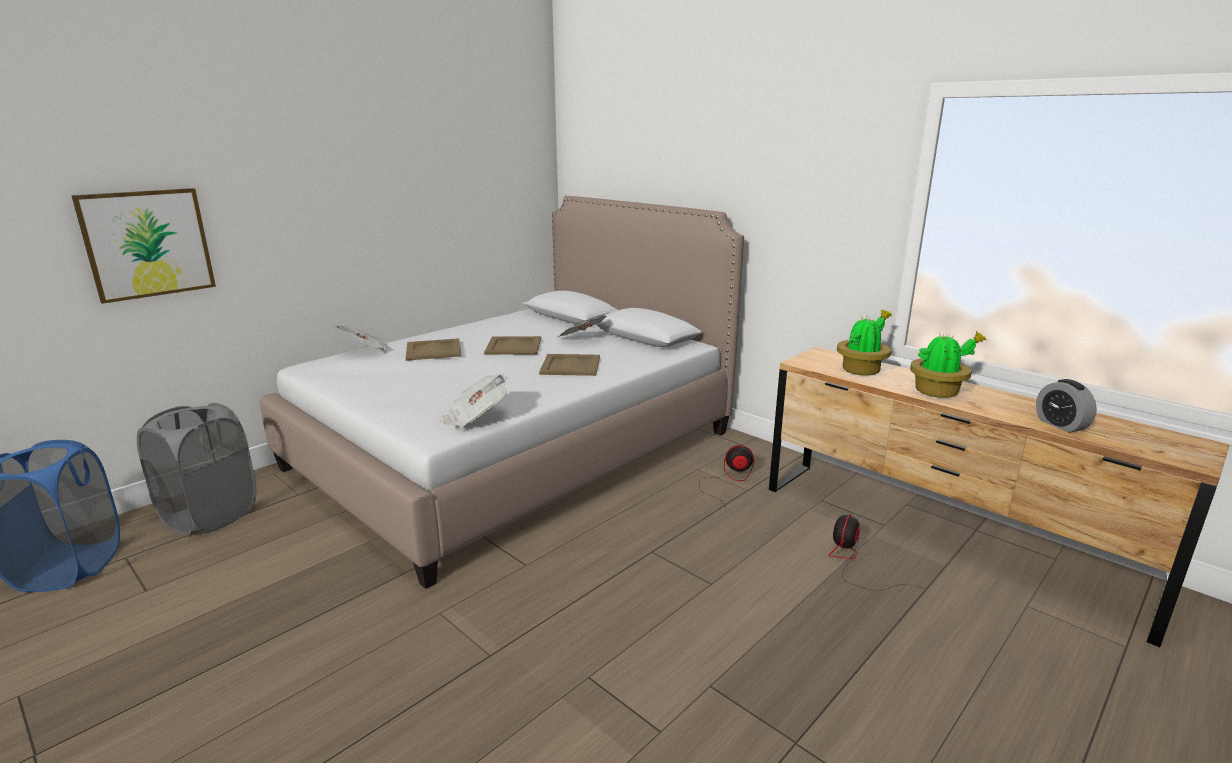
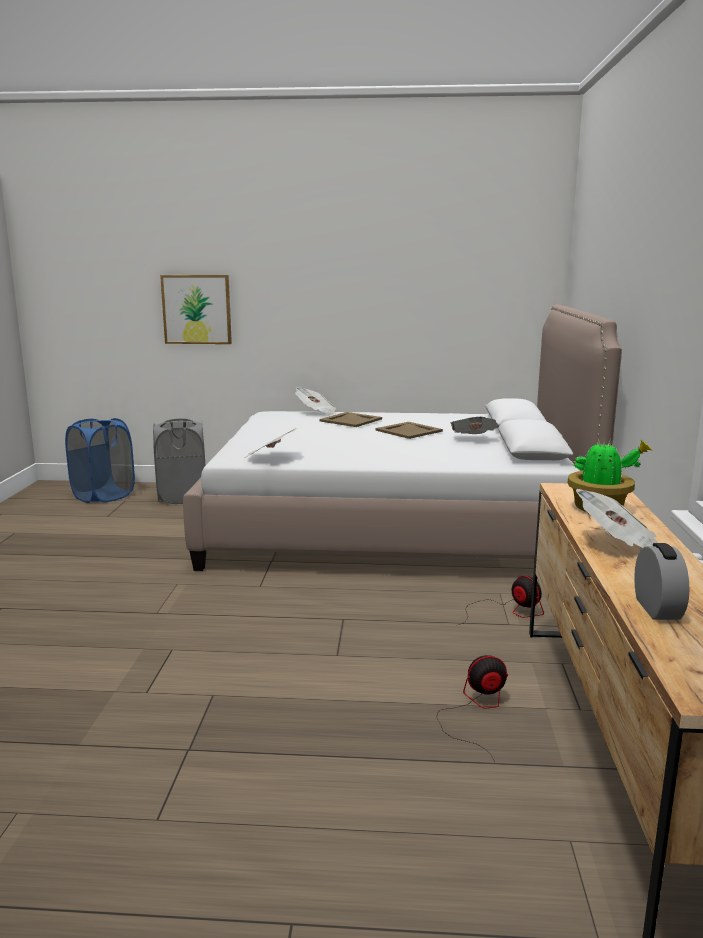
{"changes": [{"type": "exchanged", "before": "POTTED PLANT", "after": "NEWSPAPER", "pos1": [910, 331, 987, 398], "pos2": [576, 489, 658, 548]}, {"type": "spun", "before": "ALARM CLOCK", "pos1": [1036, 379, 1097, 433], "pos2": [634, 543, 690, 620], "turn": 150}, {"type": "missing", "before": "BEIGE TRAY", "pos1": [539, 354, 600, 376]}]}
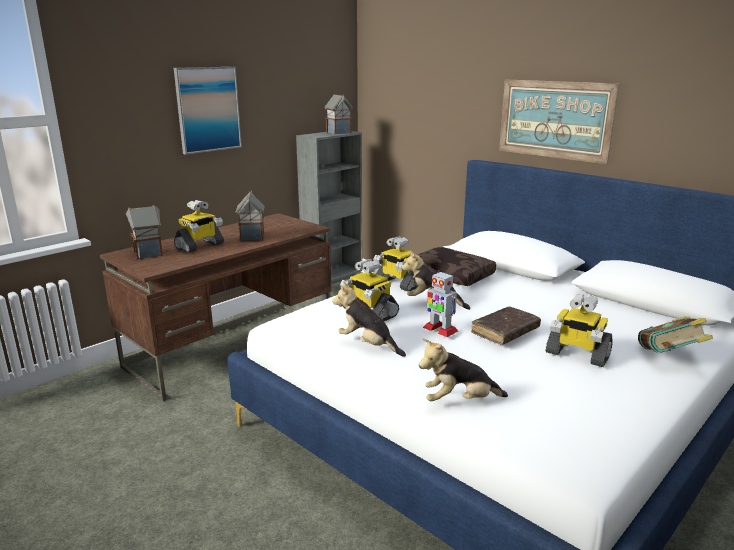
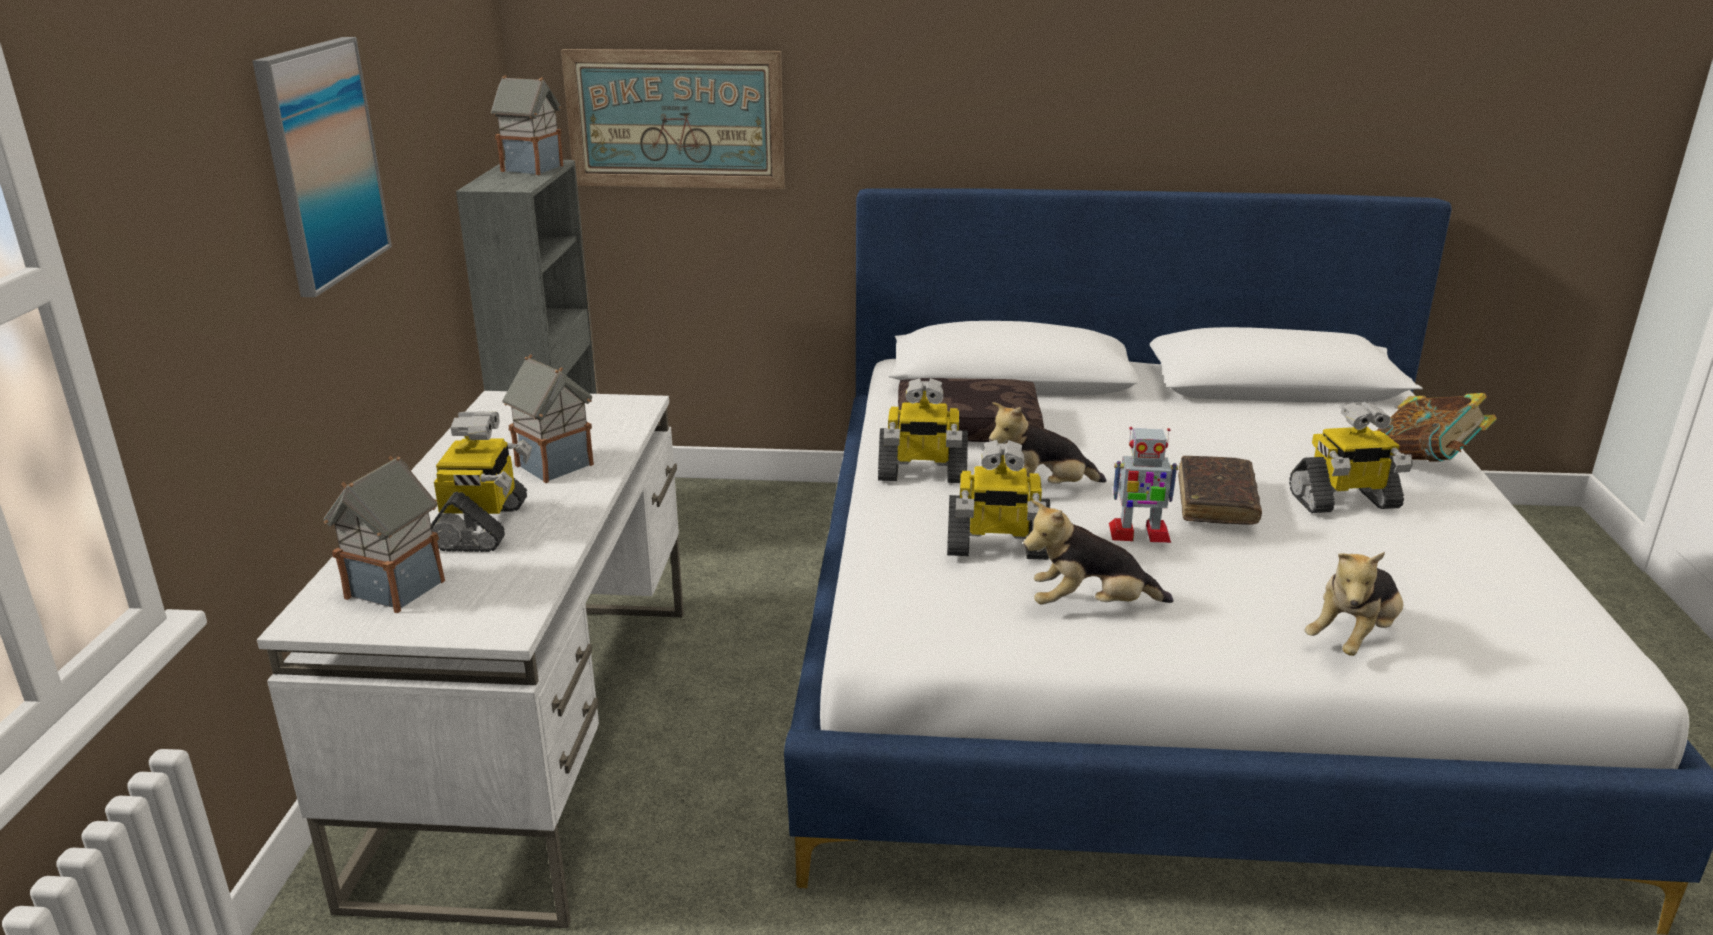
{"changes": [{"type": "colour", "before": "BROWN DESK", "after": "WHITE DESK", "pos1": [100, 213, 331, 401], "pos2": [257, 391, 684, 928]}, {"type": "relocated", "before": "PICTURE", "pos1": [499, 80, 620, 164], "pos2": [561, 49, 785, 189]}]}
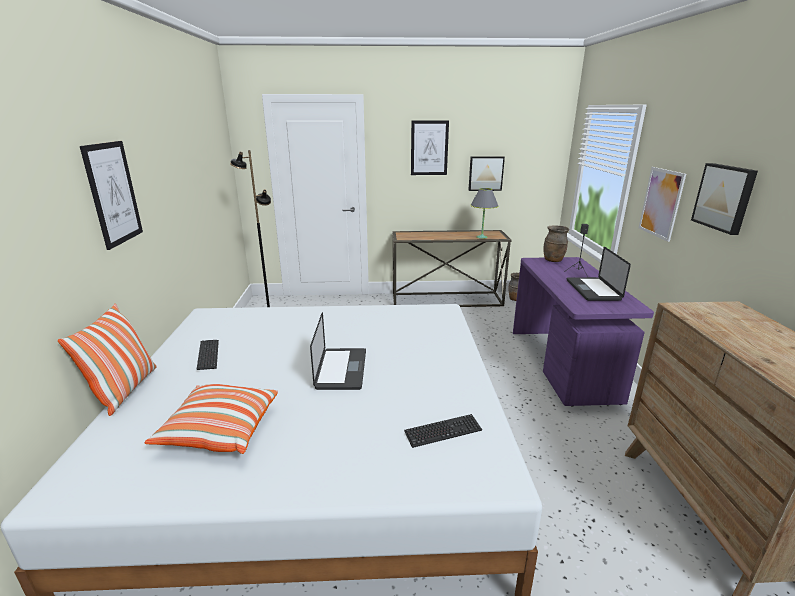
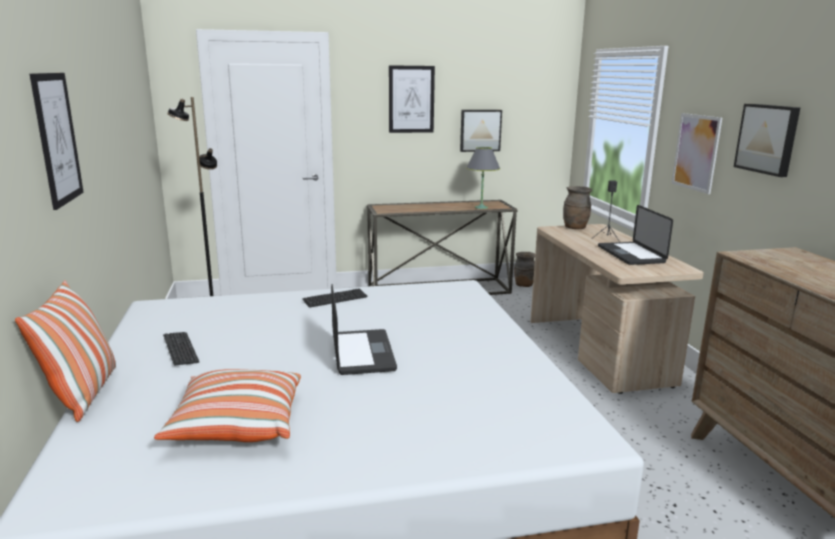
{"changes": [{"type": "relocated", "before": "KEYBOARD", "pos1": [404, 414, 482, 448], "pos2": [302, 288, 367, 308]}, {"type": "colour", "before": "PURPLE DESK", "after": "BEIGE DESK", "pos1": [513, 257, 654, 407], "pos2": [530, 224, 704, 394]}]}
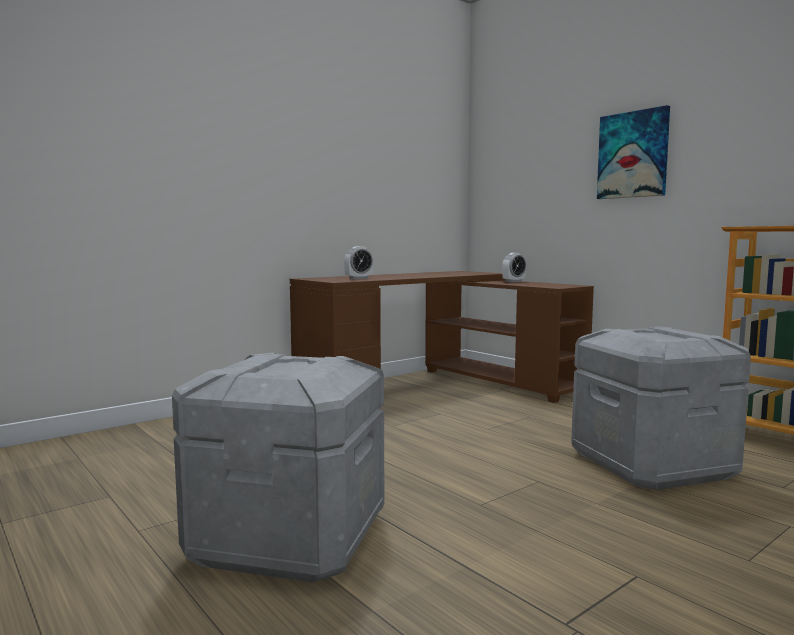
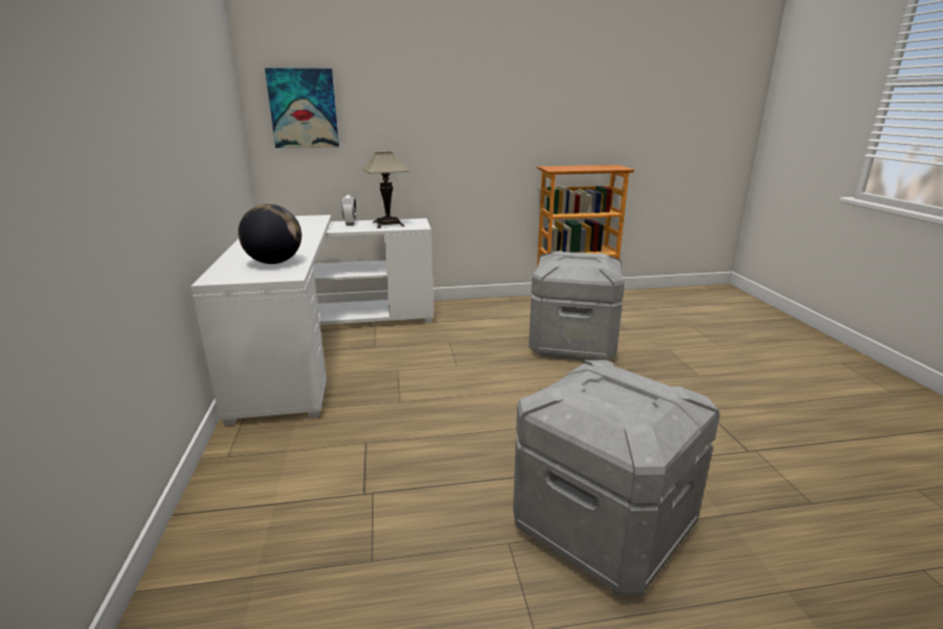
{"changes": [{"type": "colour", "before": "BROWN DESK", "after": "WHITE DESK", "pos1": [290, 271, 594, 403], "pos2": [191, 215, 434, 426]}, {"type": "exchanged", "before": "ALARM CLOCK", "after": "GLOBE", "pos1": [344, 246, 374, 279], "pos2": [238, 204, 302, 264]}, {"type": "relocated", "before": "PICTURE", "pos1": [597, 105, 670, 199], "pos2": [265, 68, 339, 148]}, {"type": "appeared", "after": "TABLE LAMP", "pos2": [362, 152, 409, 228]}]}
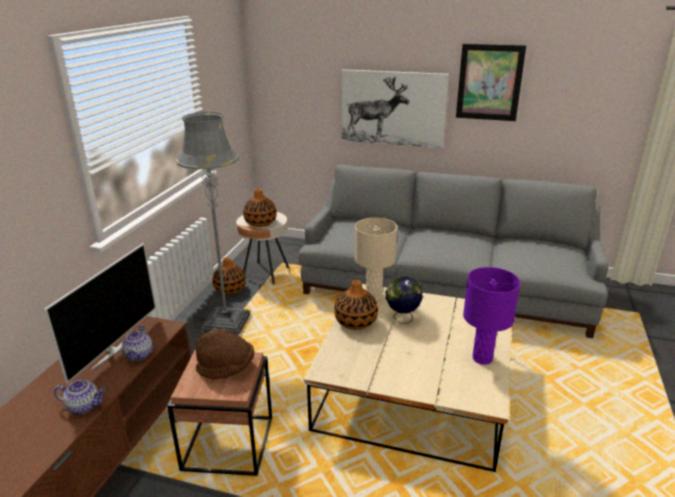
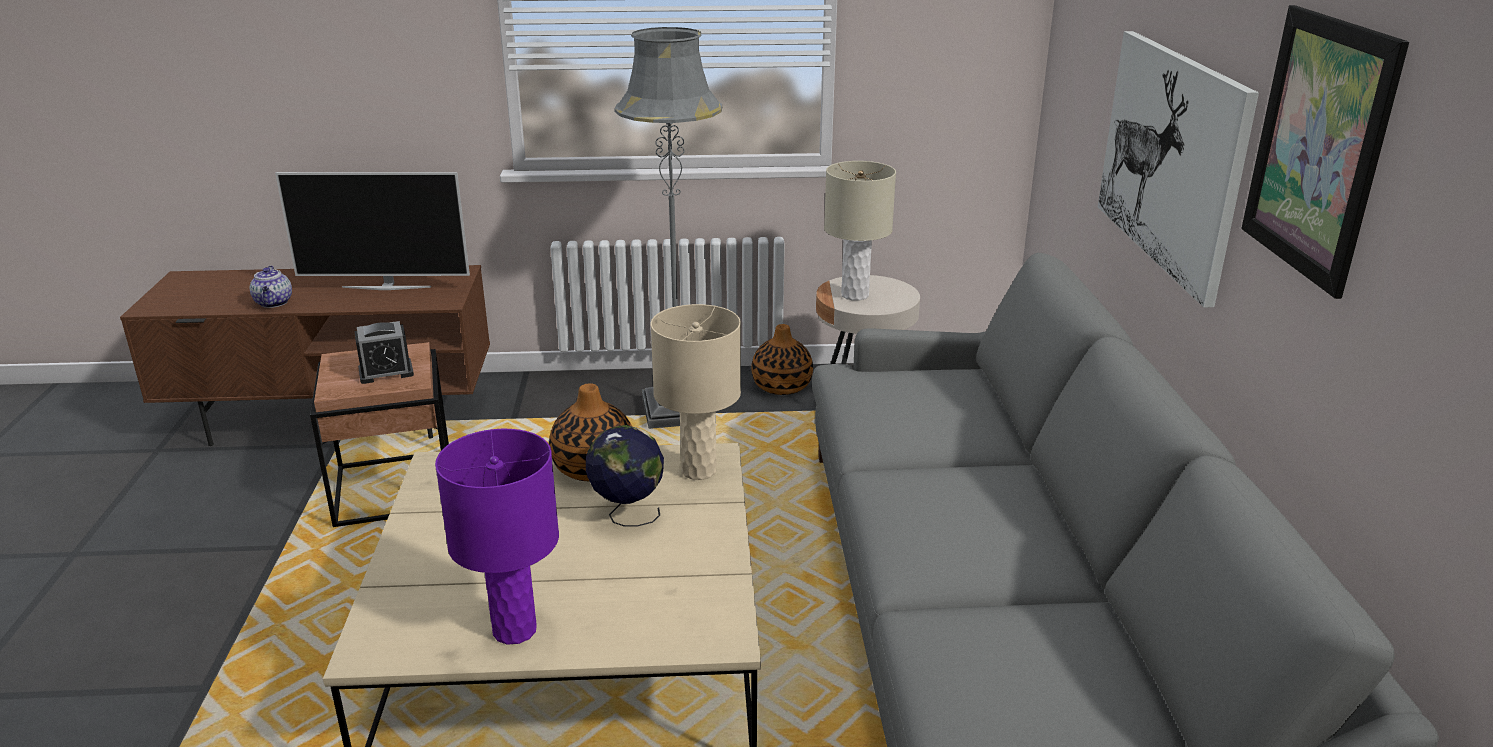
{"changes": [{"type": "exchanged", "before": "BROWN HAT", "after": "ALARM CLOCK", "pos1": [196, 329, 254, 379], "pos2": [354, 321, 414, 384]}, {"type": "exchanged", "before": "VASE", "after": "BEIGE TABLE LAMP", "pos1": [243, 189, 277, 227], "pos2": [824, 161, 896, 301]}, {"type": "missing", "before": "TEAPOT", "pos1": [122, 326, 153, 361]}]}
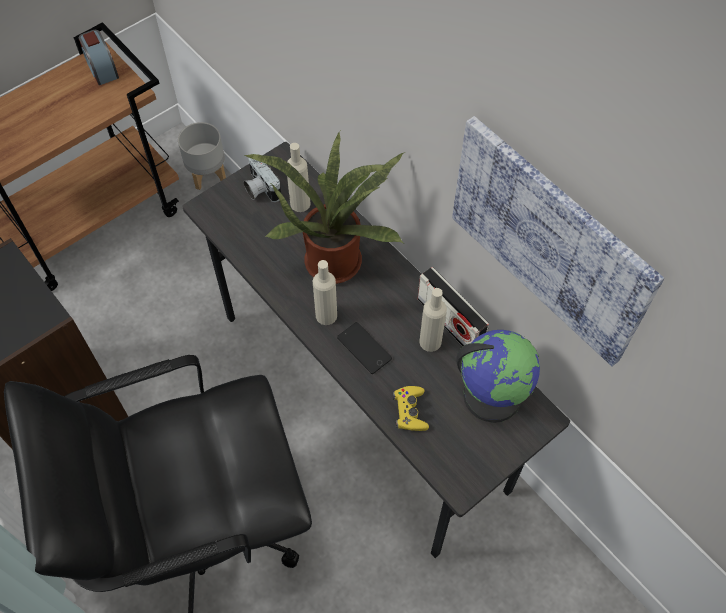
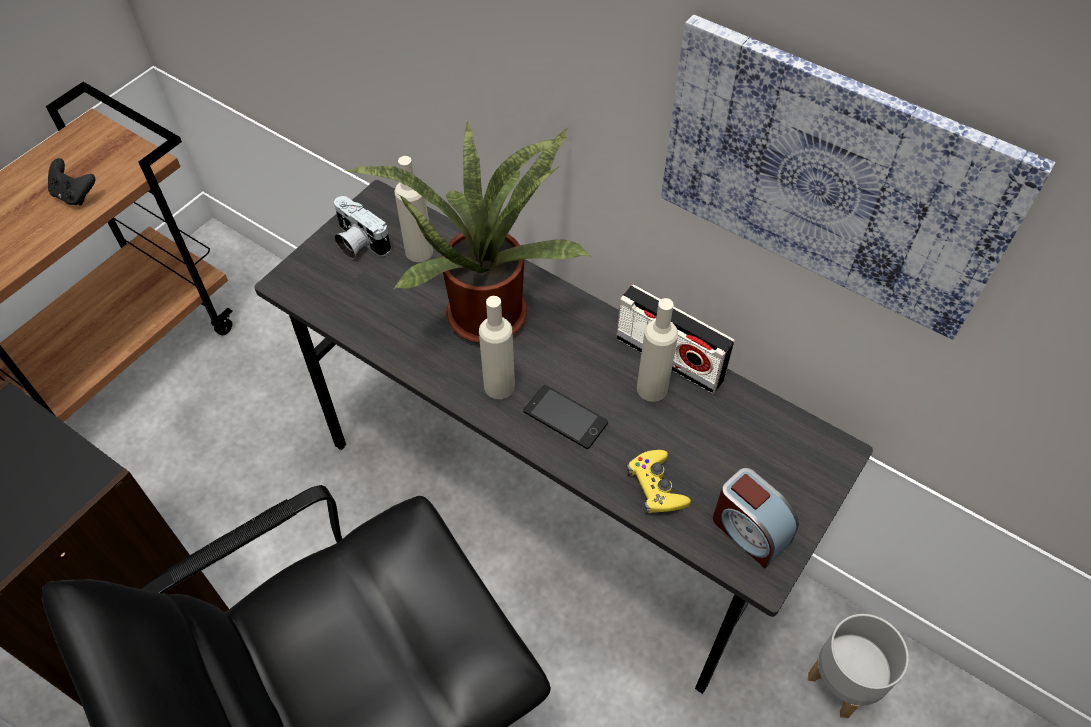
{"changes": [{"type": "appeared", "after": "BLACK GAME CONTROLLER", "pos2": [48, 158, 95, 206]}, {"type": "relocated", "before": "ALARM CLOCK", "pos1": [79, 30, 119, 85], "pos2": [713, 468, 799, 568]}, {"type": "relocated", "before": "GREY PLANTER", "pos1": [178, 122, 226, 190], "pos2": [808, 614, 909, 718]}, {"type": "missing", "before": "GLOBE", "pos1": [456, 330, 540, 423]}]}
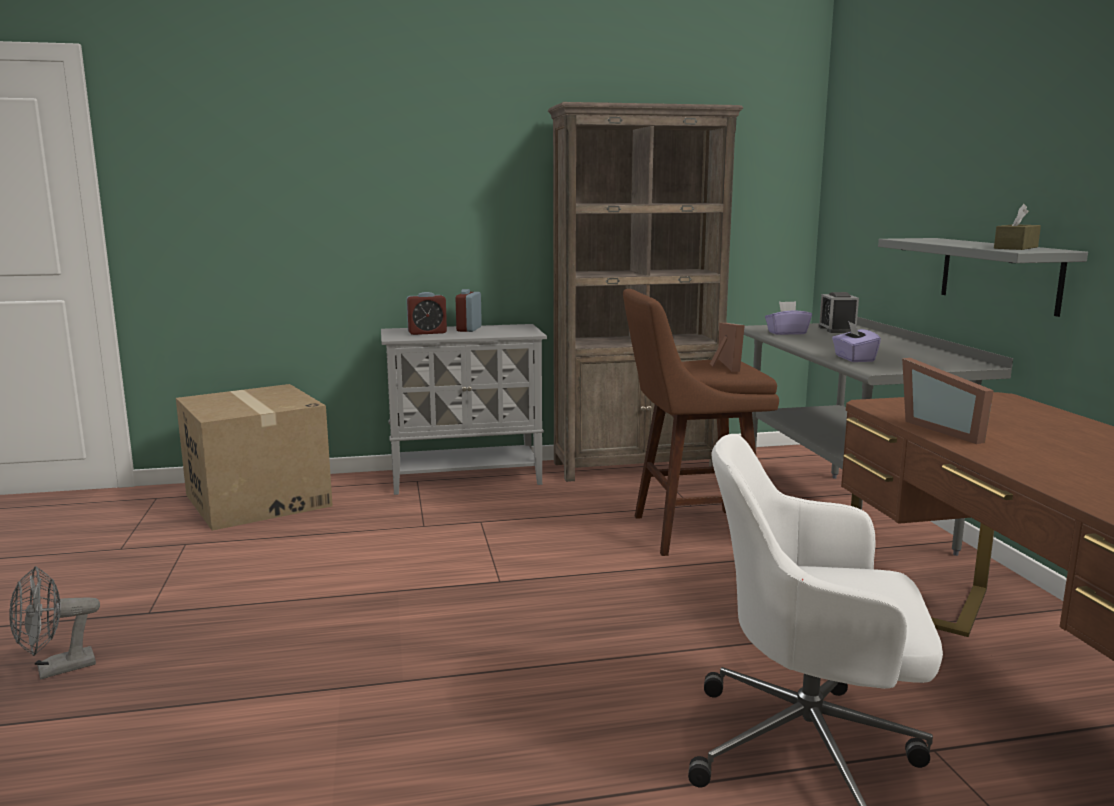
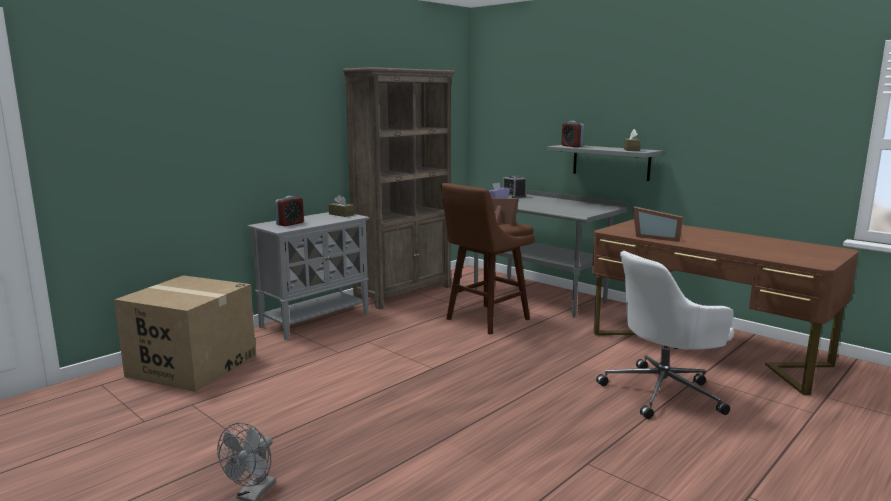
{"changes": [{"type": "appeared", "after": "BROWN TISSUE BOX", "pos2": [329, 195, 354, 217]}, {"type": "relocated", "before": "ALARM CLOCK", "pos1": [456, 289, 482, 332], "pos2": [562, 121, 584, 147]}, {"type": "missing", "before": "PURPLE TISSUE BOX", "pos1": [832, 321, 881, 362]}]}
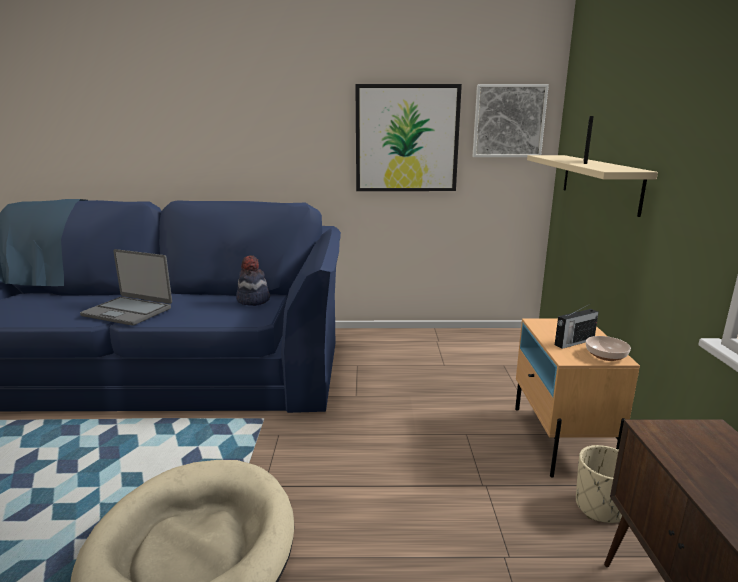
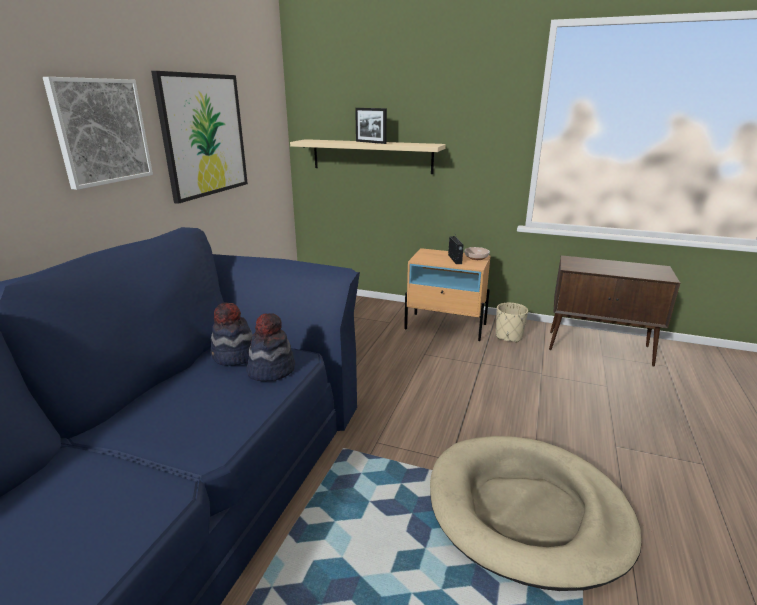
{"changes": [{"type": "relocated", "before": "PICTURE", "pos1": [472, 84, 549, 157], "pos2": [43, 77, 153, 190]}, {"type": "appeared", "after": "HAT", "pos2": [246, 313, 295, 381]}, {"type": "missing", "before": "LAPTOP", "pos1": [80, 249, 172, 326]}]}
